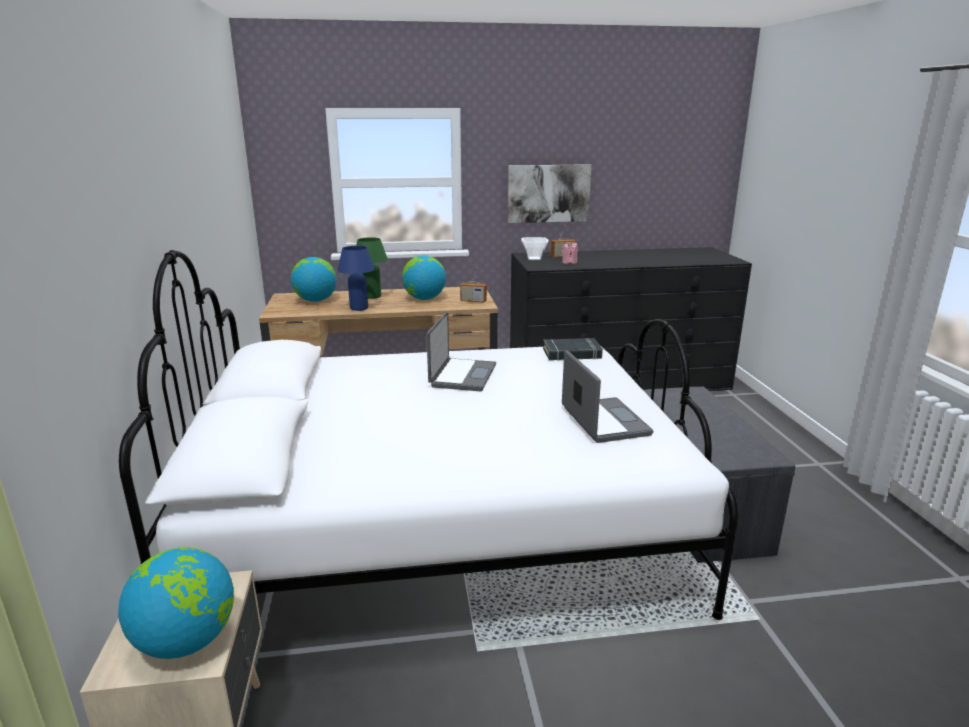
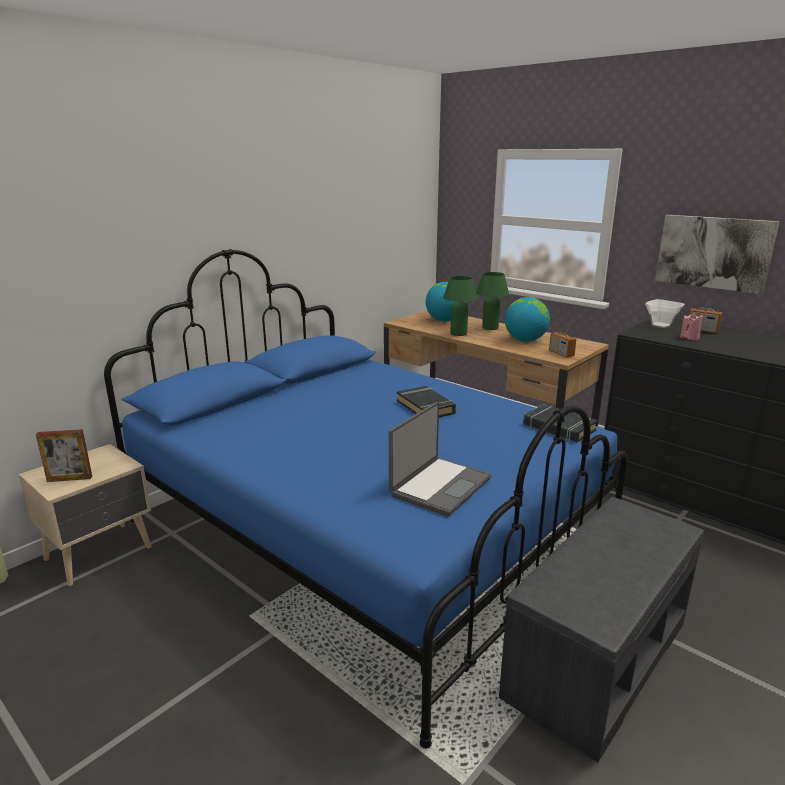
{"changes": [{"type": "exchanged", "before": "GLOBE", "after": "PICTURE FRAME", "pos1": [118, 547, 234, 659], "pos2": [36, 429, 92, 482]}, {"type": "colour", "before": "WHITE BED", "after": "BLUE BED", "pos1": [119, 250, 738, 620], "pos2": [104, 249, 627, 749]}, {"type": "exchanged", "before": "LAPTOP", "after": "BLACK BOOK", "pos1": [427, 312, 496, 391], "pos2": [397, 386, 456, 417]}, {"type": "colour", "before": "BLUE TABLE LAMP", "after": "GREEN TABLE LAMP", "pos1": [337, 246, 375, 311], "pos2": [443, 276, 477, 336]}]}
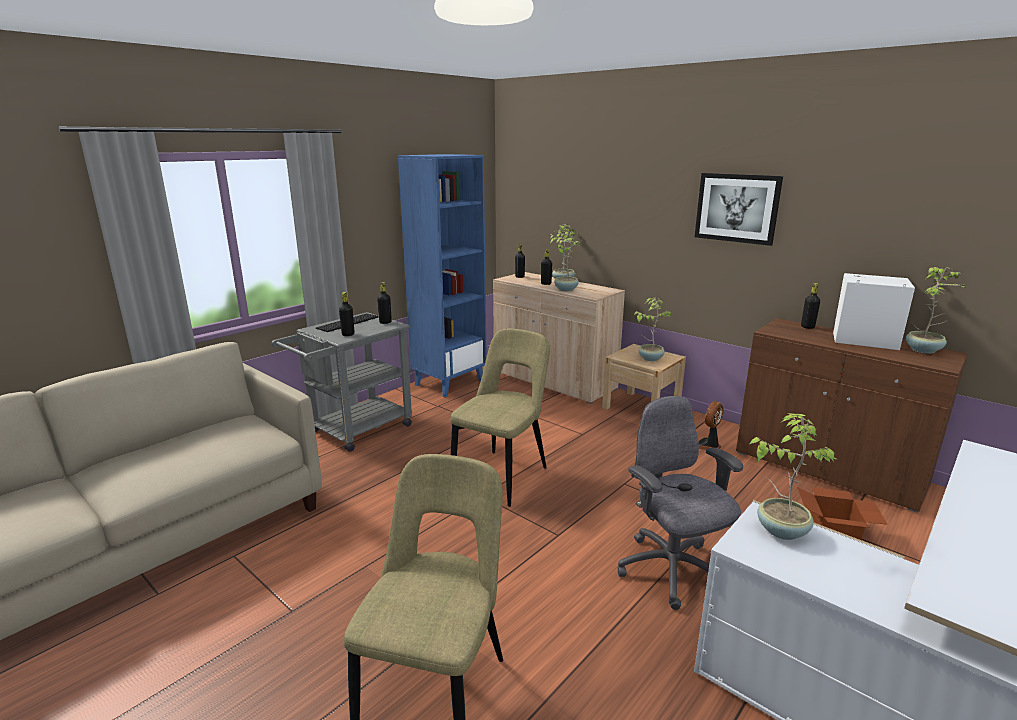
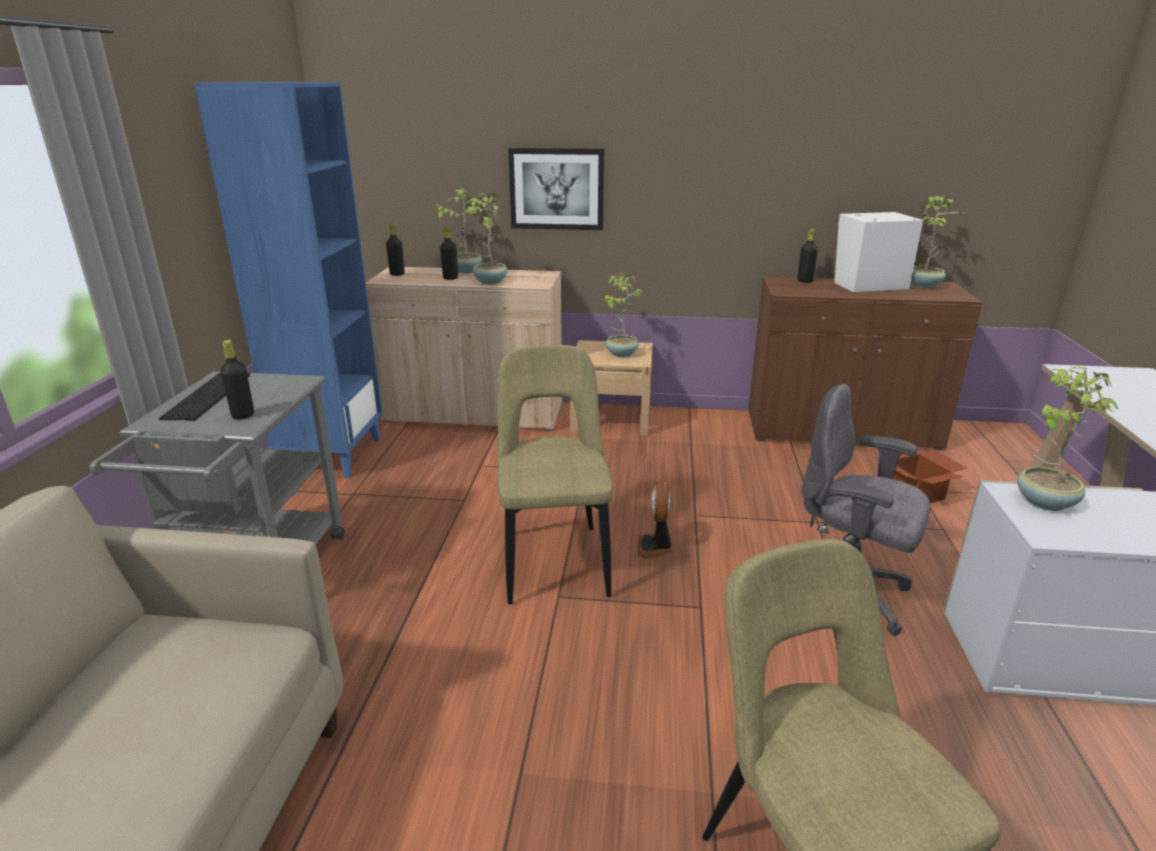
{"changes": [{"type": "relocated", "before": "PICTURE", "pos1": [695, 173, 783, 246], "pos2": [508, 148, 604, 230]}, {"type": "relocated", "before": "FAN", "pos1": [698, 401, 724, 450], "pos2": [638, 480, 674, 559]}, {"type": "missing", "before": "BLACK BOTTLE", "pos1": [377, 282, 392, 324]}]}
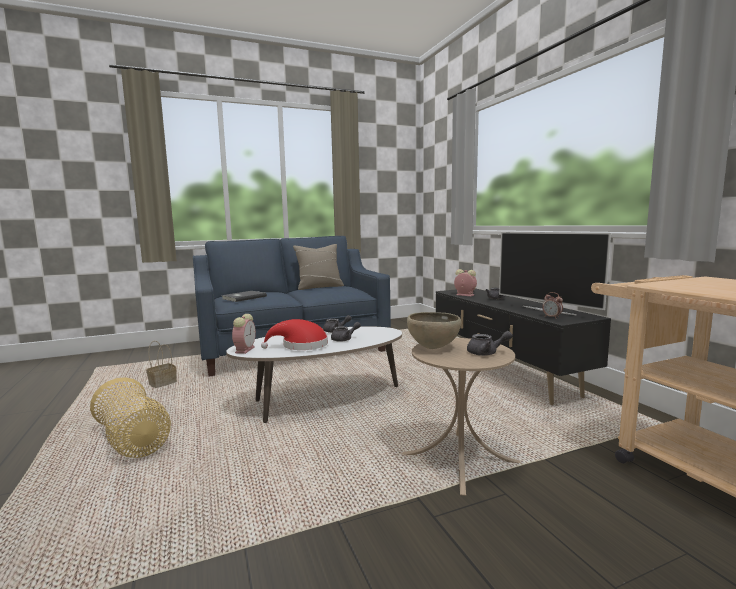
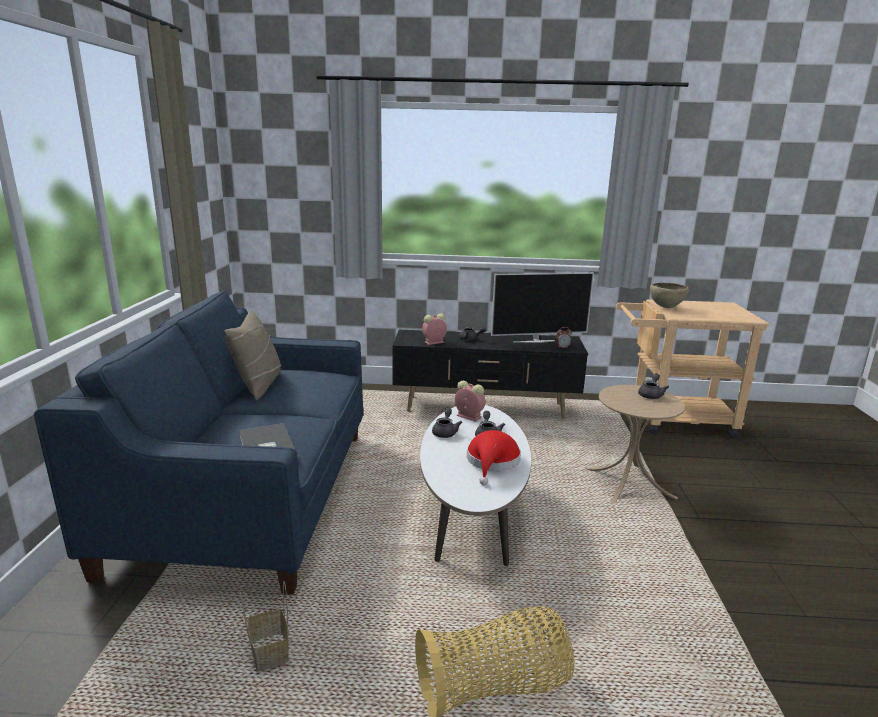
{"changes": [{"type": "relocated", "before": "ALARM CLOCK", "pos1": [232, 314, 256, 354], "pos2": [455, 381, 486, 422]}, {"type": "relocated", "before": "BROWN BOWL", "pos1": [407, 312, 461, 349], "pos2": [650, 283, 689, 308]}]}
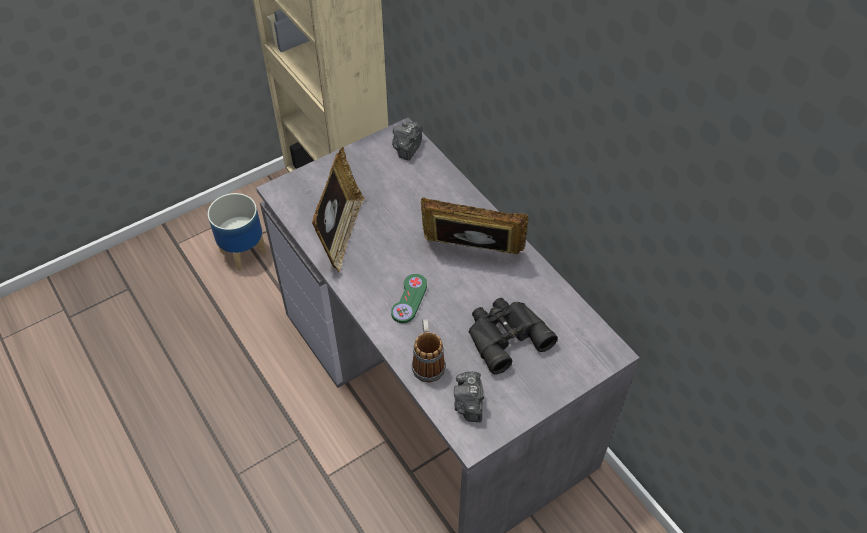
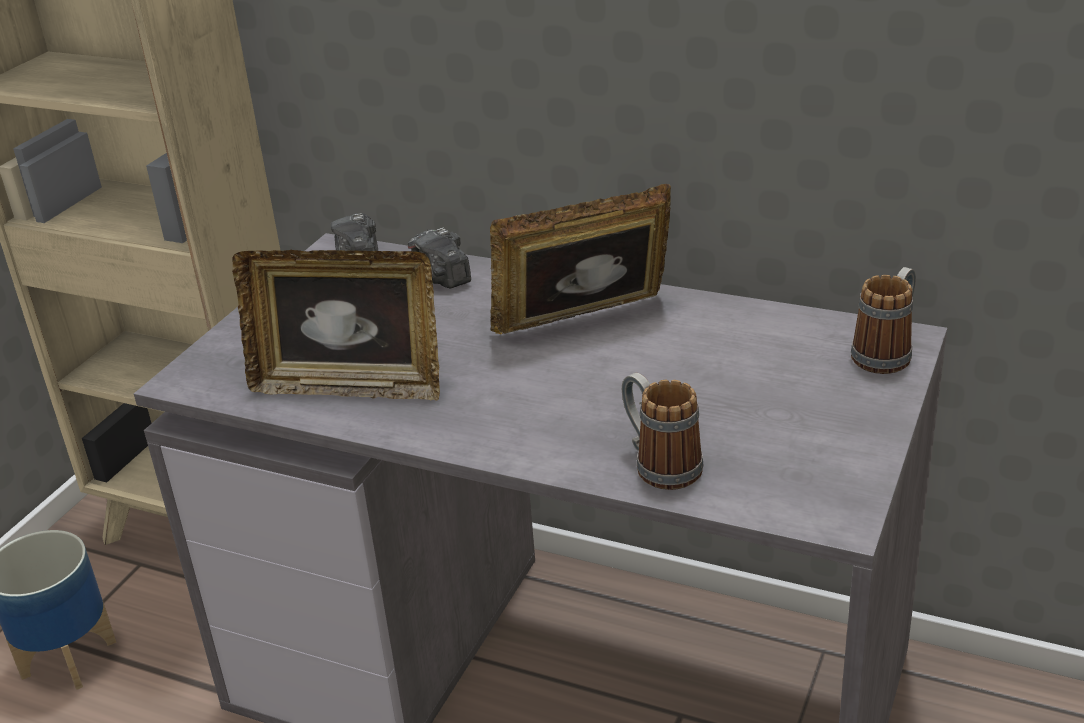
{"changes": [{"type": "spun", "before": "PICTURE FRAME", "pos1": [312, 147, 365, 273], "pos2": [232, 250, 440, 401], "turn": 120}, {"type": "relocated", "before": "PHOTO CAMERA", "pos1": [454, 371, 484, 422], "pos2": [408, 227, 471, 288]}, {"type": "appeared", "after": "MUG", "pos2": [851, 267, 916, 374]}, {"type": "missing", "before": "GREEN GAME CONTROLLER", "pos1": [391, 274, 427, 323]}, {"type": "missing", "before": "BLACK BINOCULARS", "pos1": [469, 298, 558, 375]}]}
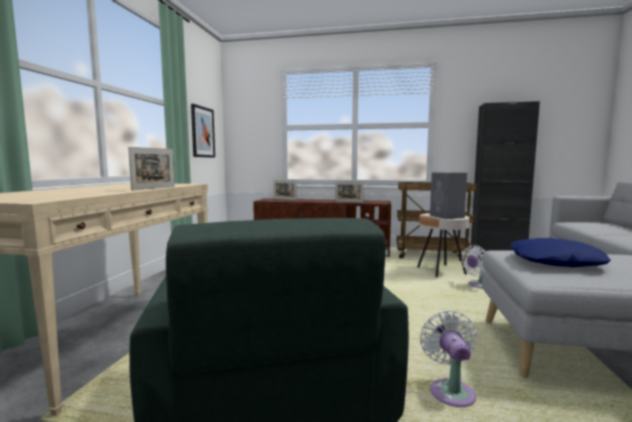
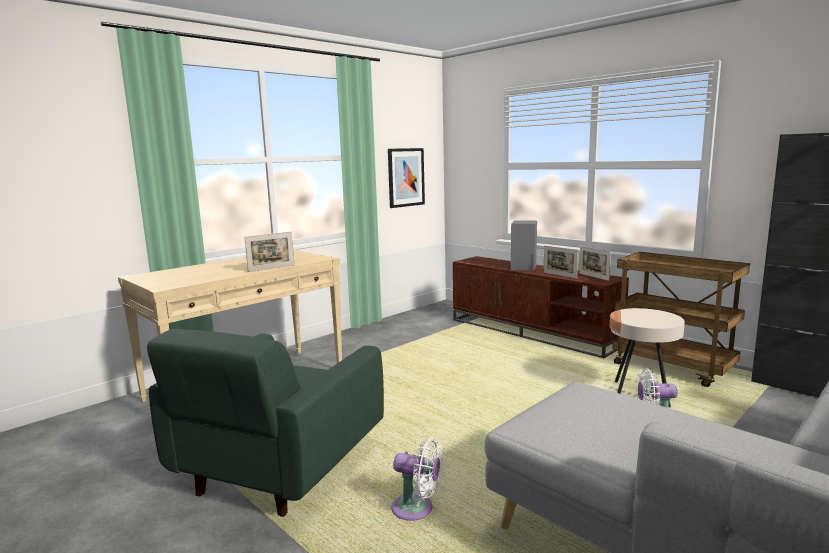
{"changes": [{"type": "spun", "before": "WHITE FAN", "pos1": [420, 310, 477, 407], "pos2": [391, 438, 443, 521], "turn": 75}, {"type": "relocated", "before": "GREY SPEAKER", "pos1": [430, 172, 467, 219], "pos2": [511, 220, 537, 271]}, {"type": "relocated", "before": "PICTURE FRAME", "pos1": [274, 180, 297, 200], "pos2": [579, 246, 611, 281]}, {"type": "missing", "before": "BLUE PILLOW", "pos1": [510, 238, 611, 267]}]}
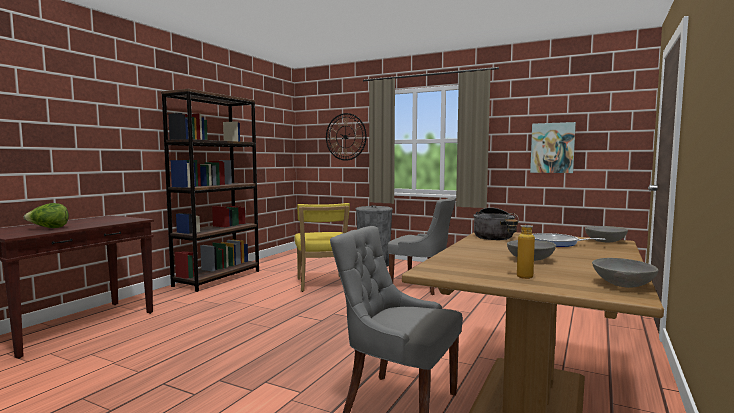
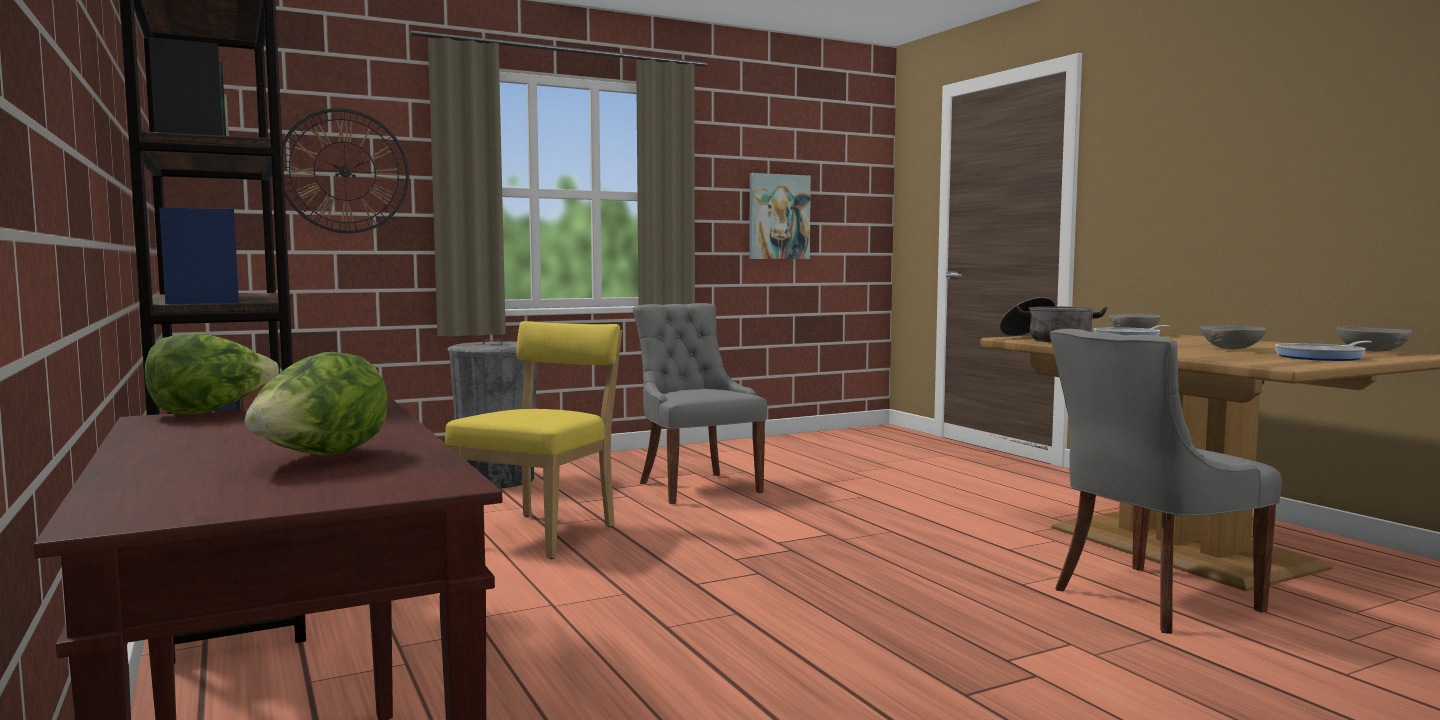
{"changes": [{"type": "appeared", "after": "LETTUCE", "pos2": [145, 333, 279, 414]}, {"type": "spun", "before": "YELLOW CHAIR", "pos1": [295, 203, 350, 292], "pos2": [445, 321, 622, 559], "turn": -90}, {"type": "spun", "before": "GREY CHAIR", "pos1": [387, 197, 456, 295], "pos2": [633, 303, 767, 504], "turn": -90}, {"type": "exchanged", "before": "BOTTLE", "after": "FRYING PAN", "pos1": [505, 213, 535, 279], "pos2": [1275, 341, 1372, 361]}]}
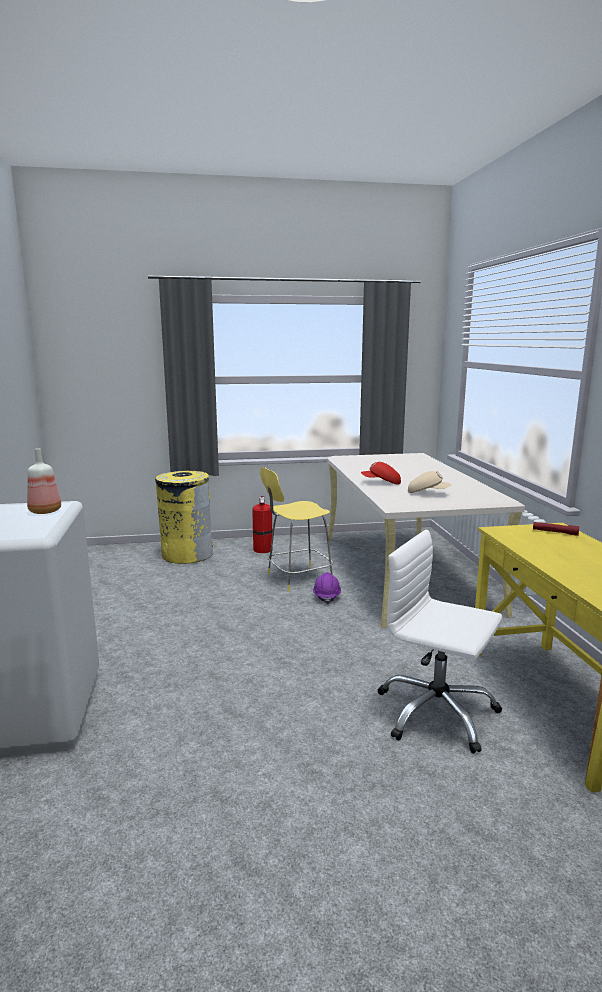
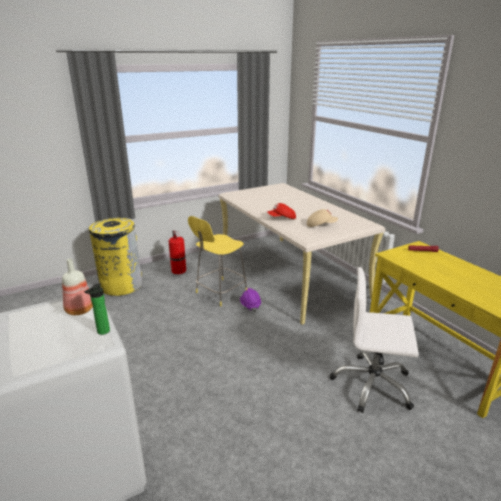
{"changes": [{"type": "appeared", "after": "BOTTLE", "pos2": [85, 283, 110, 335]}]}
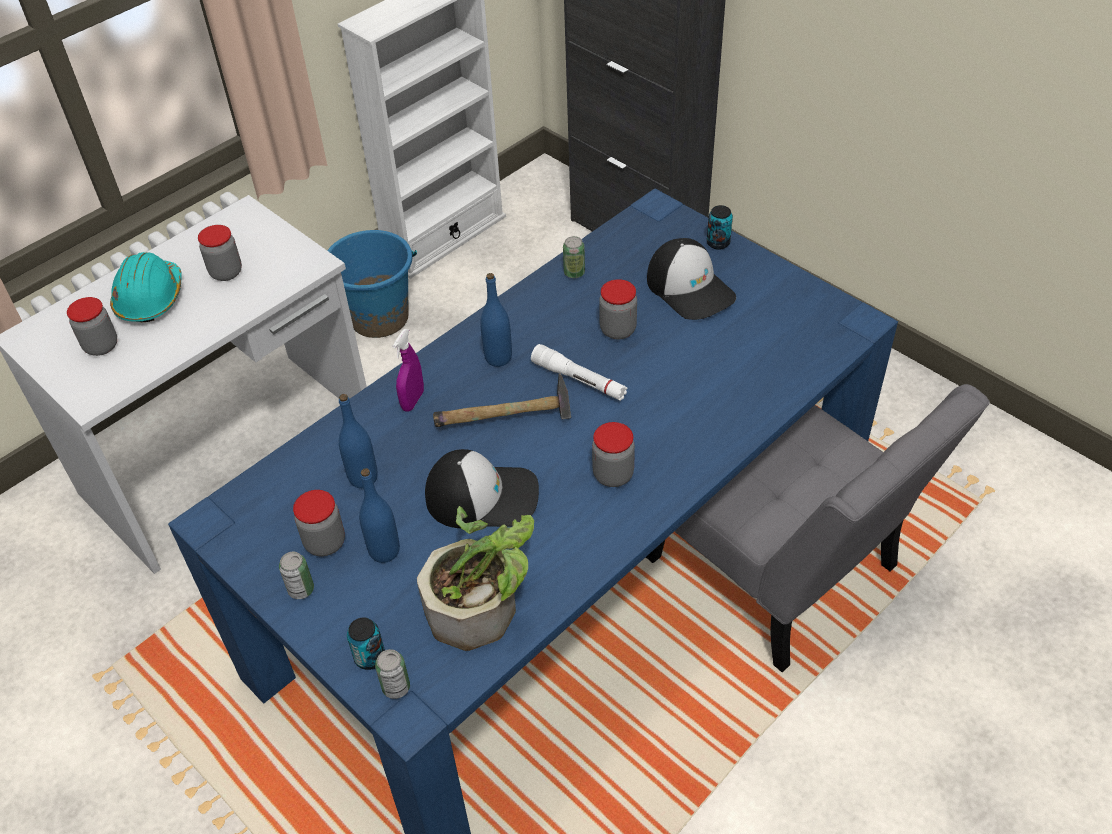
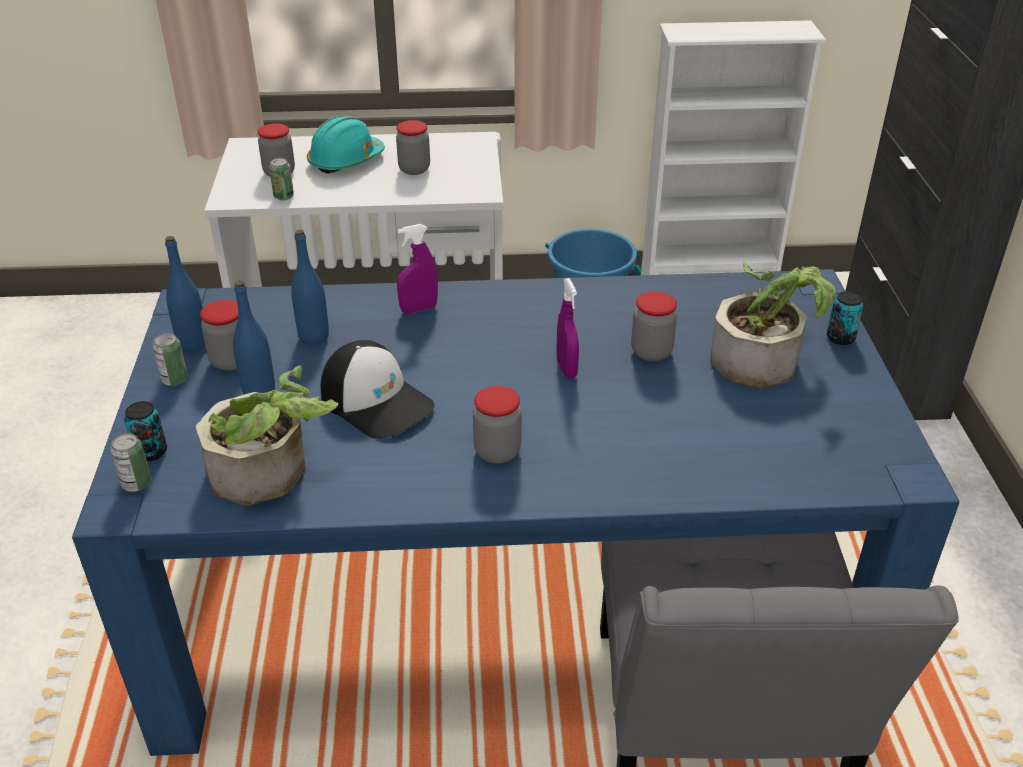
{"changes": [{"type": "relocated", "before": "BLUE BOTTLE", "pos1": [480, 273, 512, 367], "pos2": [165, 236, 205, 352]}, {"type": "relocated", "before": "CAN", "pos1": [563, 236, 585, 278], "pos2": [269, 158, 294, 200]}, {"type": "exchanged", "before": "WHITE FLASHLIGHT", "after": "PURPLE SPRAY BOTTLE", "pos1": [531, 344, 627, 401], "pos2": [557, 278, 579, 378]}, {"type": "exchanged", "before": "CAP", "after": "POTTED PLANT", "pos1": [647, 238, 736, 320], "pos2": [710, 262, 836, 389]}, {"type": "missing", "before": "HAMMER", "pos1": [433, 373, 571, 427]}]}
